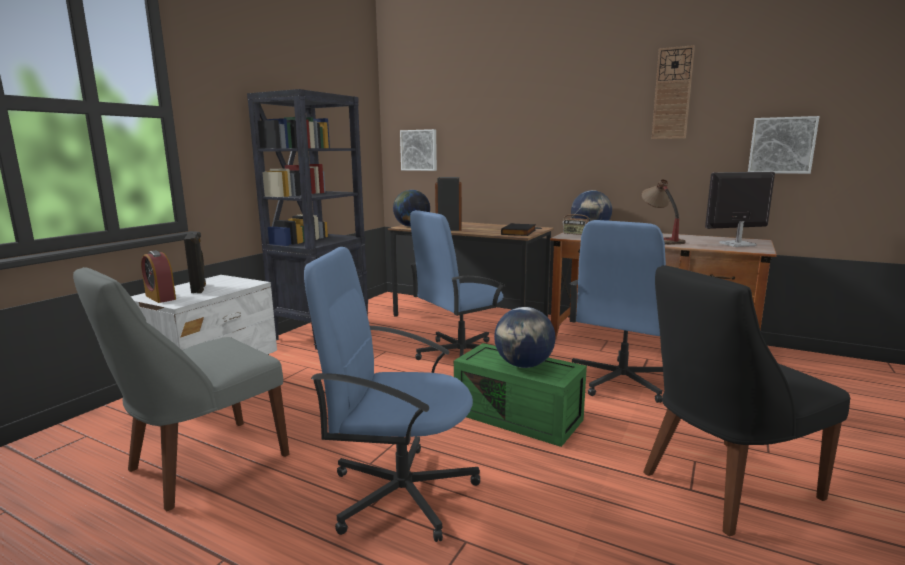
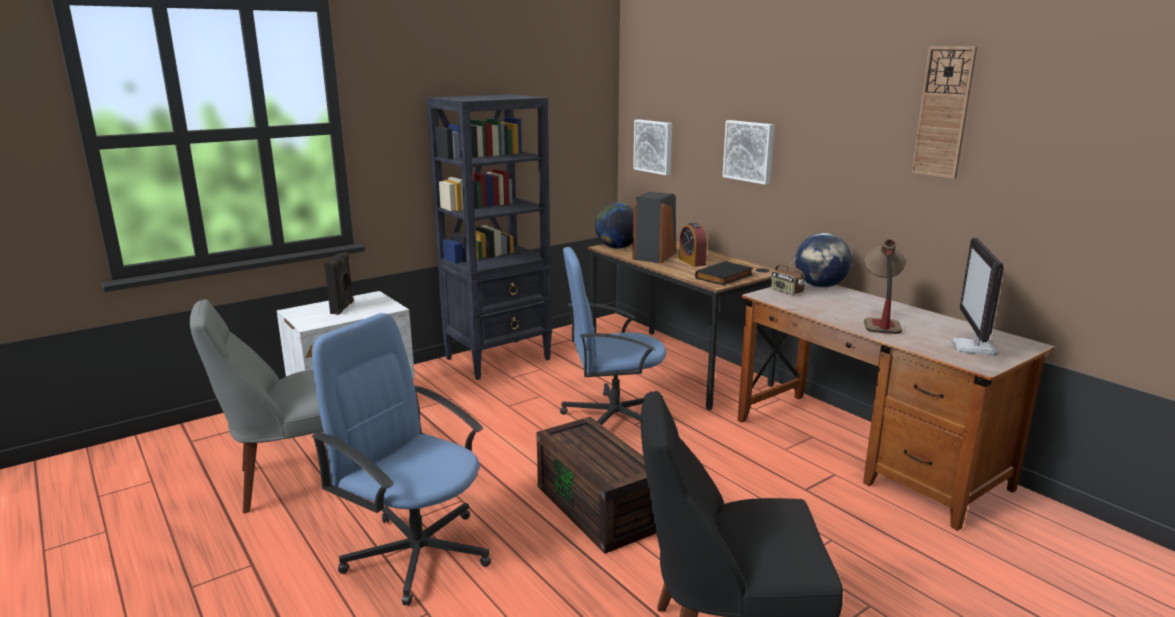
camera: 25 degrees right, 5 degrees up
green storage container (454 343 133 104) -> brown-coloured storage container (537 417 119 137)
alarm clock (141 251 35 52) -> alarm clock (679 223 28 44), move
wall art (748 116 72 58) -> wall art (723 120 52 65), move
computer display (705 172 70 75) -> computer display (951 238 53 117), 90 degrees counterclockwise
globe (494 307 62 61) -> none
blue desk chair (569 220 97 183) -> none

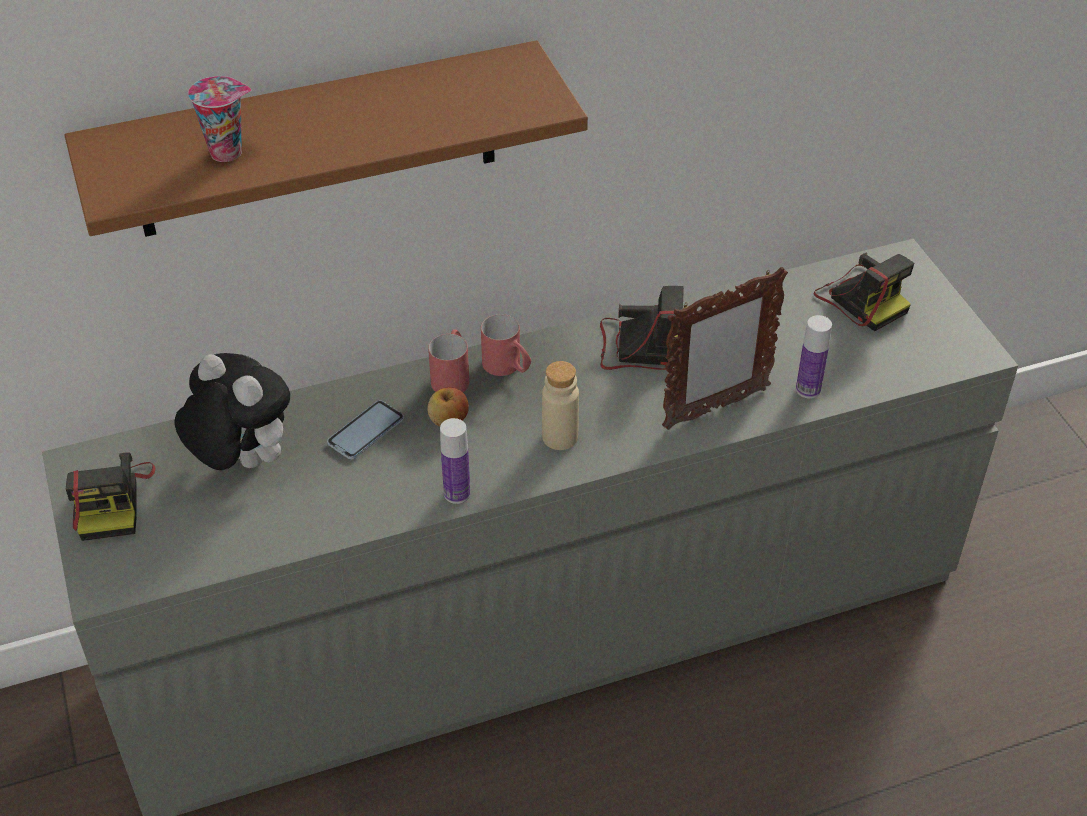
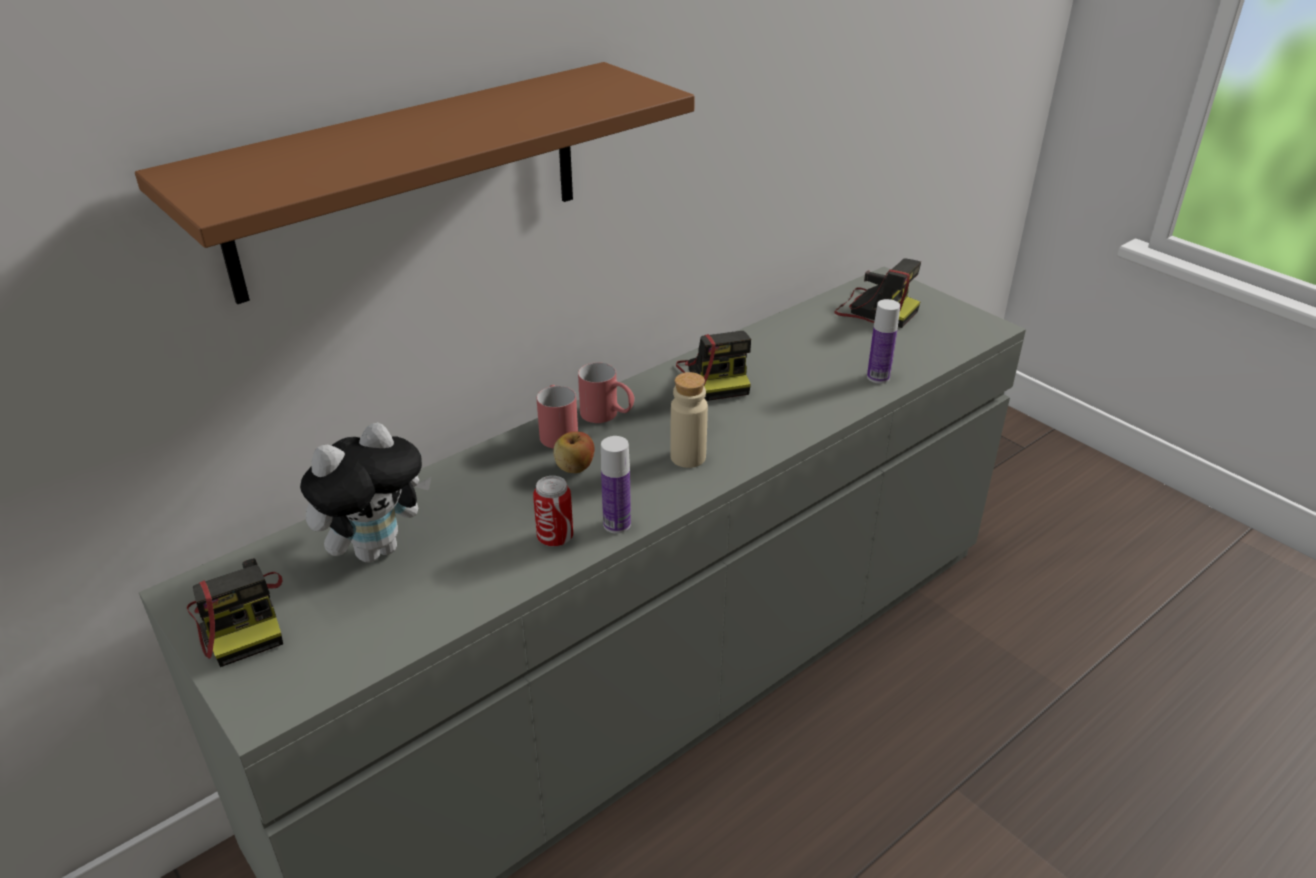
camera: 20 degrees left, 10 degrees down
plush toy (174 353 116 117) -> plush toy (300 422 131 141), 120 degrees clockwise
none -> sealed can (533 476 40 71)
photo camera (600 286 84 84) -> photo camera (676 331 75 70), 90 degrees clockwise
small cup (188 76 63 86) -> none
handset (327 400 77 59) -> none
picture frame (662 267 126 163) -> none

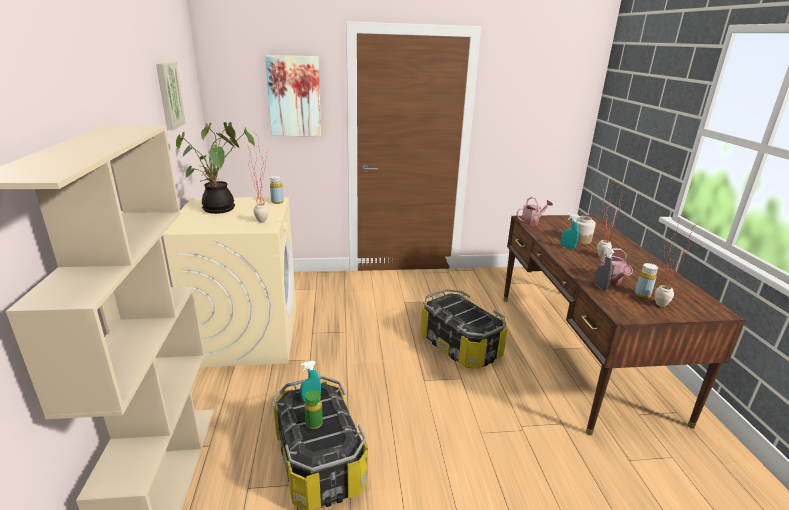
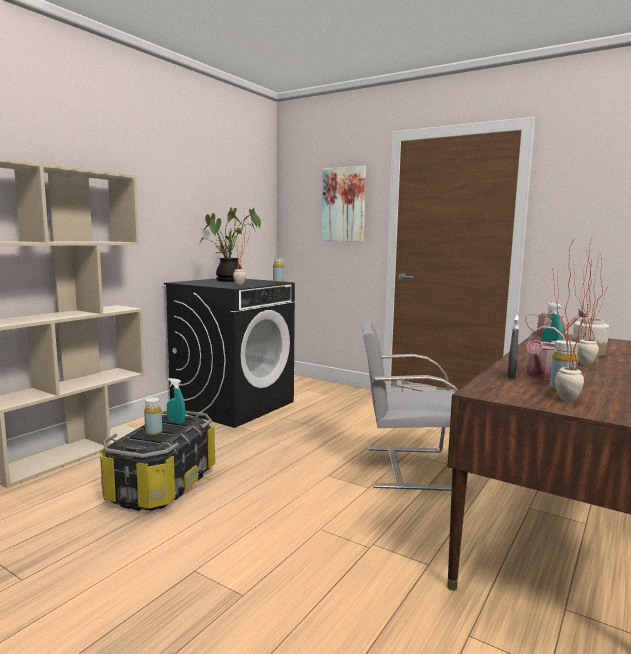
camera: 40 degrees right, 15 degrees down
green bottle (304 390 19 39) -> yellow bottle (144 397 18 39)
beige-coloured laundry machine (161 197 135 170) -> blackish laundry machine (164 279 131 149)
storage container (421 289 86 80) -> gray chair (361 320 97 171)
wall art (156 62 30 68) -> none

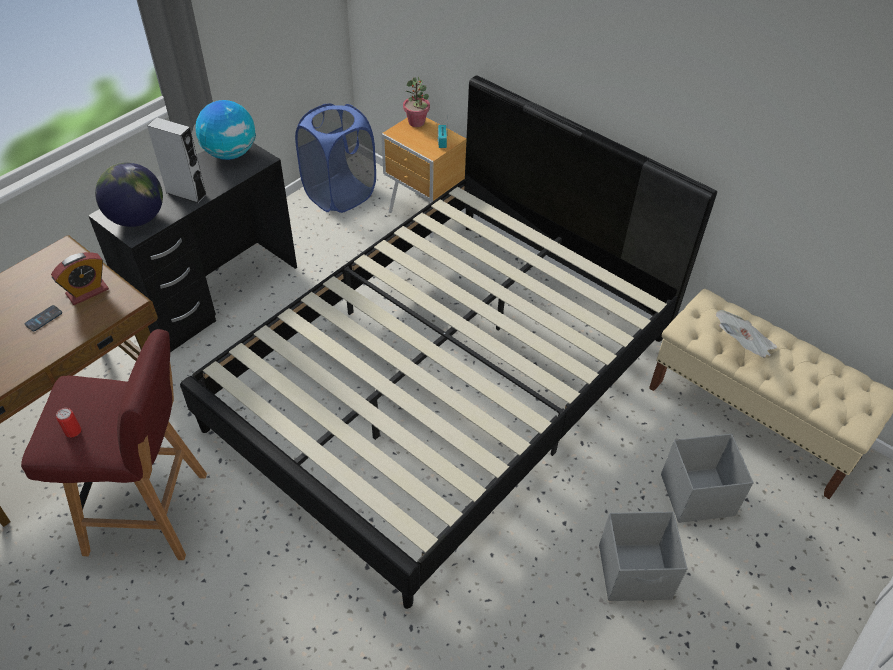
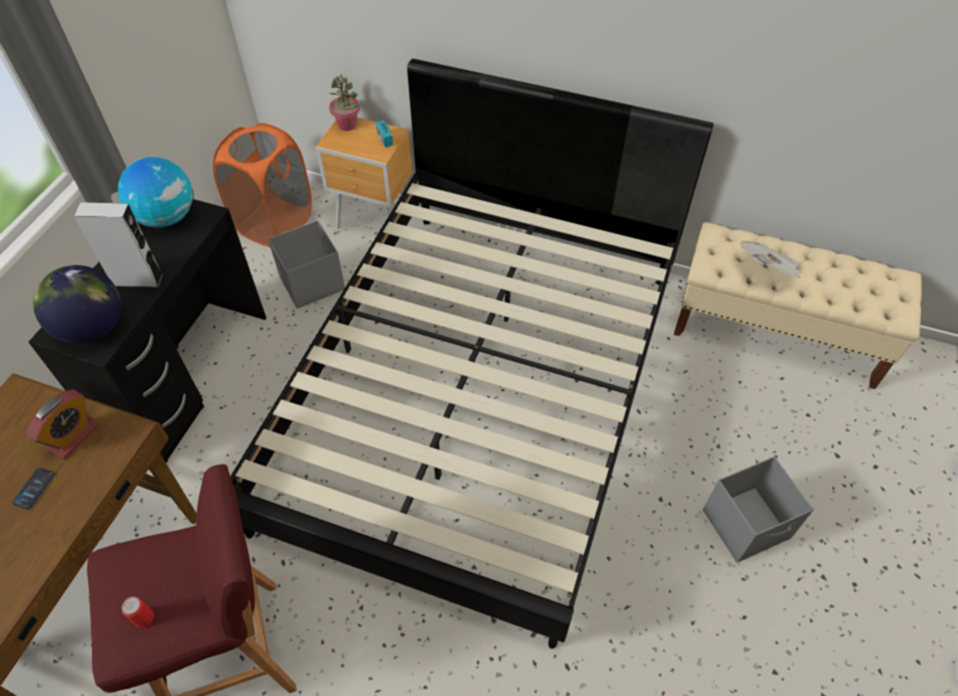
camera: 20 degrees left, 5 degrees up
blue laundry basket (295 104 81 109) -> orange laundry basket (213 123 99 124)
gray storage container (661 434 93 89) -> gray storage container (268 220 77 89), move

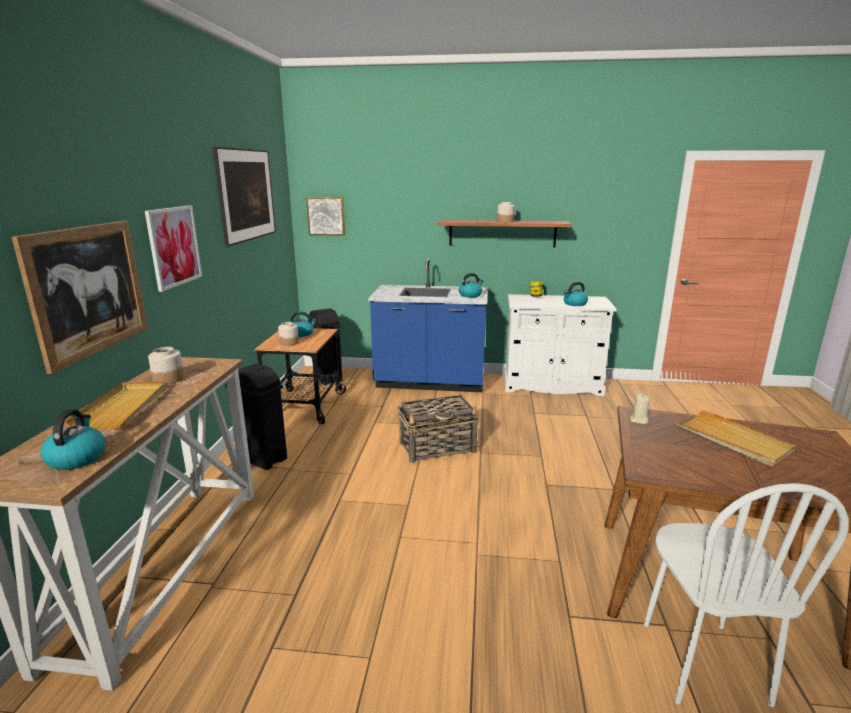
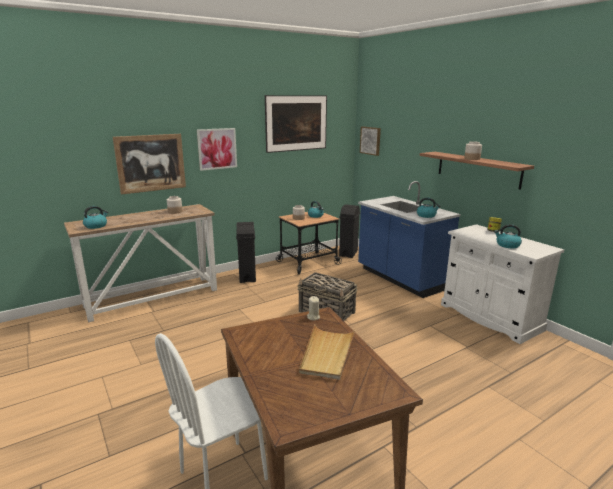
camera: 50 degrees right, 0 degrees up
beige-coloured serving tray (65 382 102 48) -> none

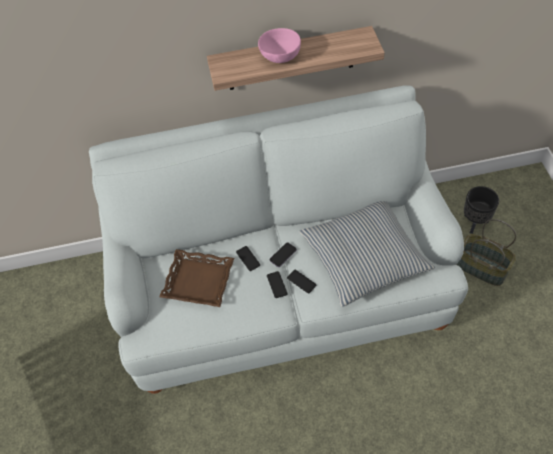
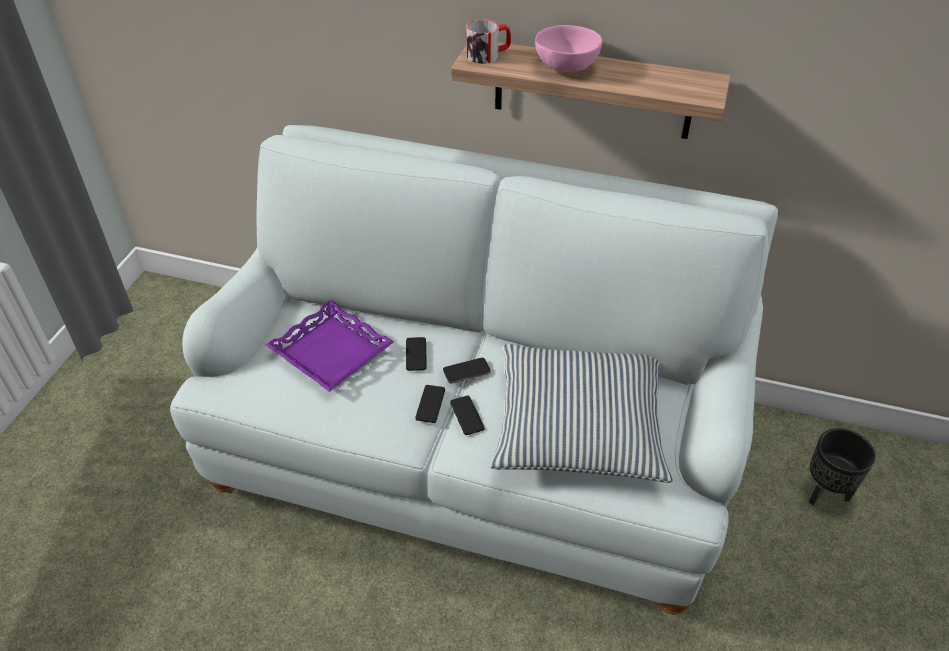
camera: 25 degrees right, 10 degrees down
brown-coloured serving tray (159 249 75 58) -> purplish serving tray (265 300 129 92)
none -> mug (467 19 44 45)
basket (457 219 59 67) -> none

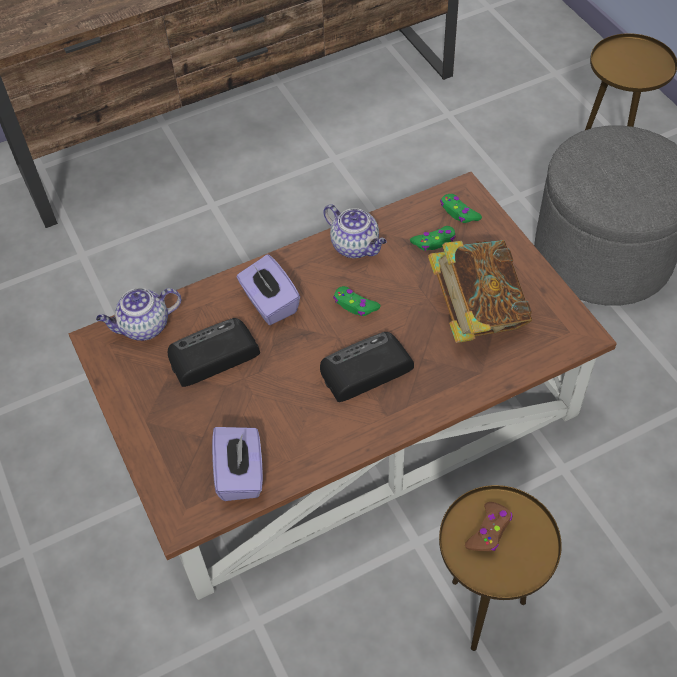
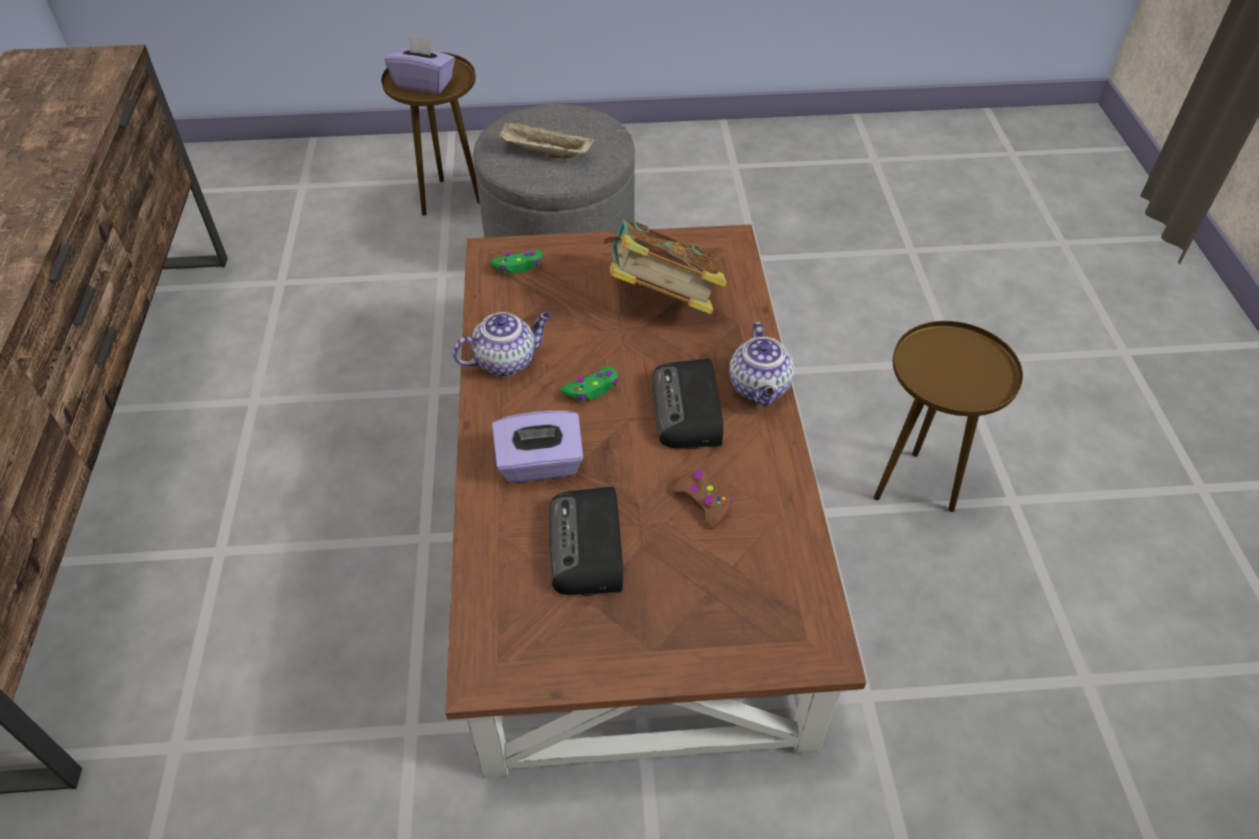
camera: 70 degrees left, 5 degrees down
purplish box of tissues (212 427 51 74) -> purplish box of tissues (385 34 70 60), move
none -> beige-coloured serving tray (499 121 95 37)
brown-coloured gamepad (465 502 47 50) -> brown-coloured gamepad (671 469 62 60), move
pot for tea (96 288 85 53) -> pot for tea (729 322 66 85), move
green gamepad (410 226 46 25) -> none

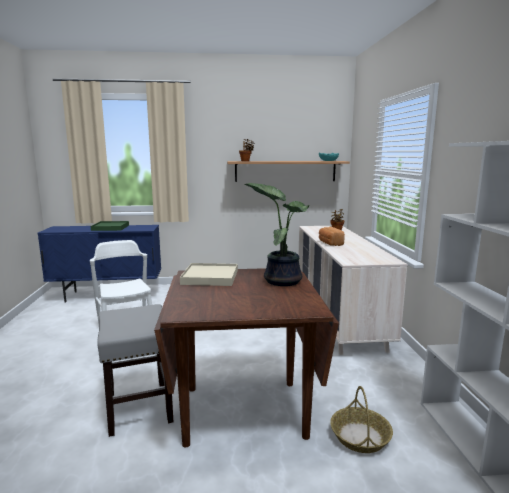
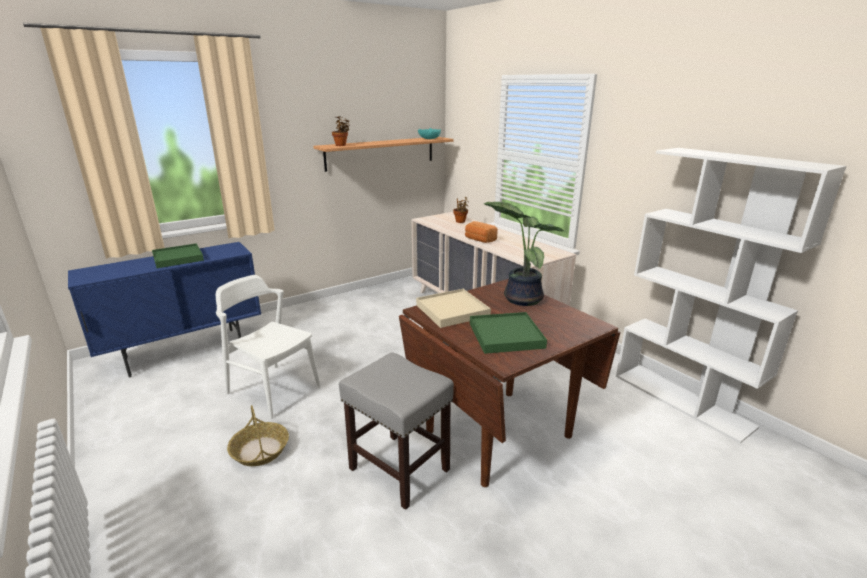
camera: 30 degrees left, 10 degrees up
basket (330 386 63 67) -> basket (227 405 62 61), move
none -> green serving tray (470 312 77 42)

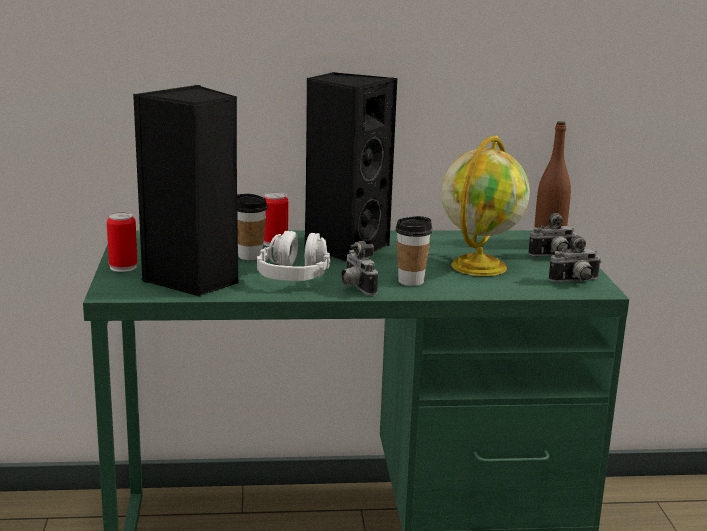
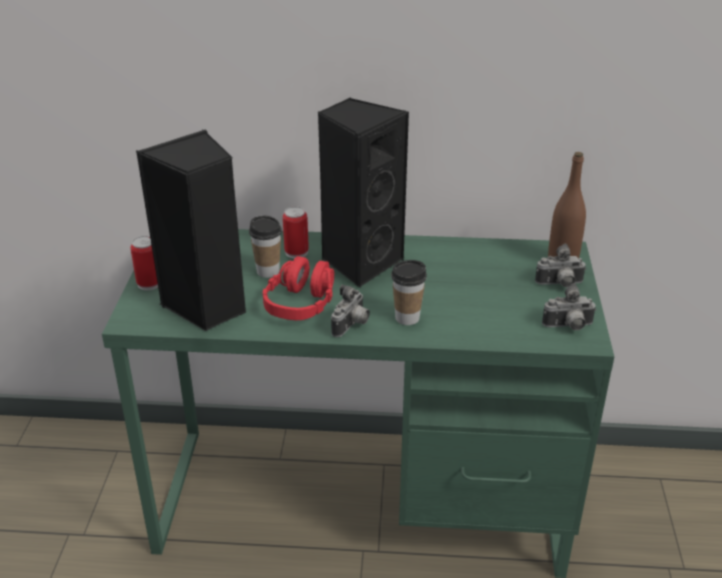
camera: 10 degrees right, 15 degrees up
gray pair of headphones (257 231 73 50) -> red pair of headphones (263 256 71 64)
photo camera (341 241 37 54) -> photo camera (331 285 39 52), 135 degrees counterclockwise
globe (441 135 89 141) -> none

